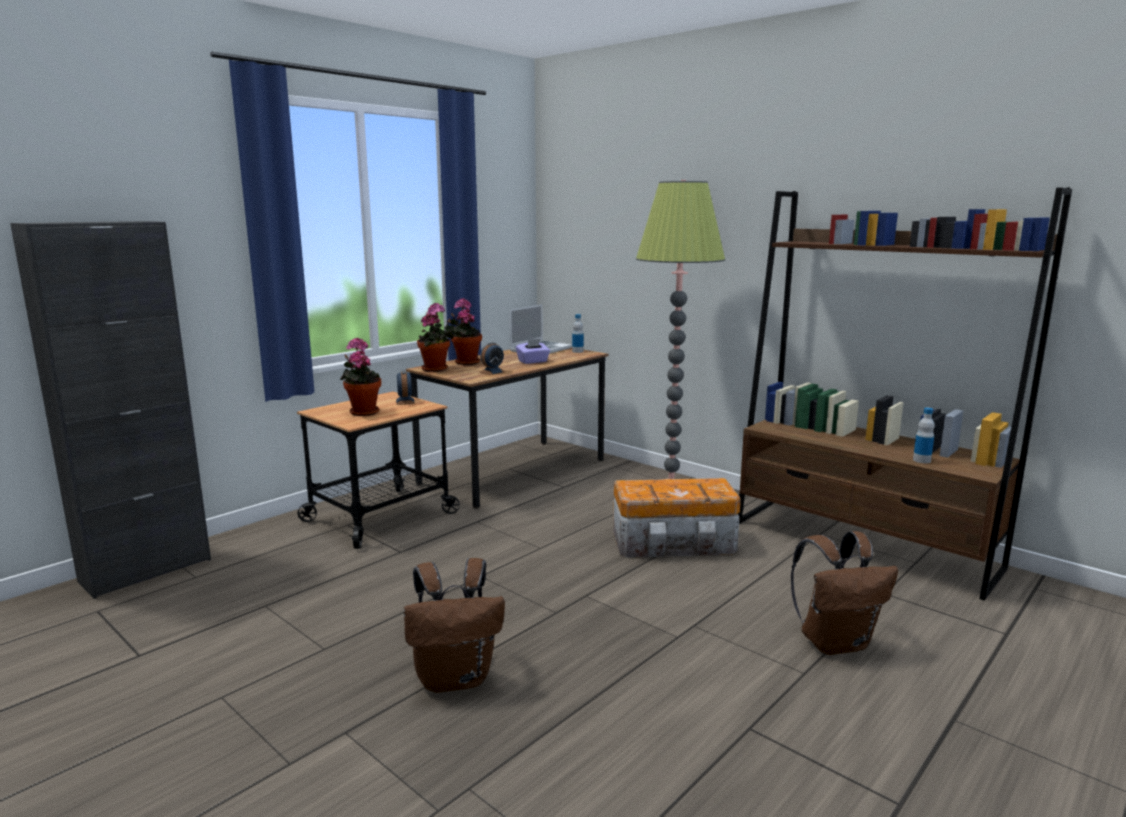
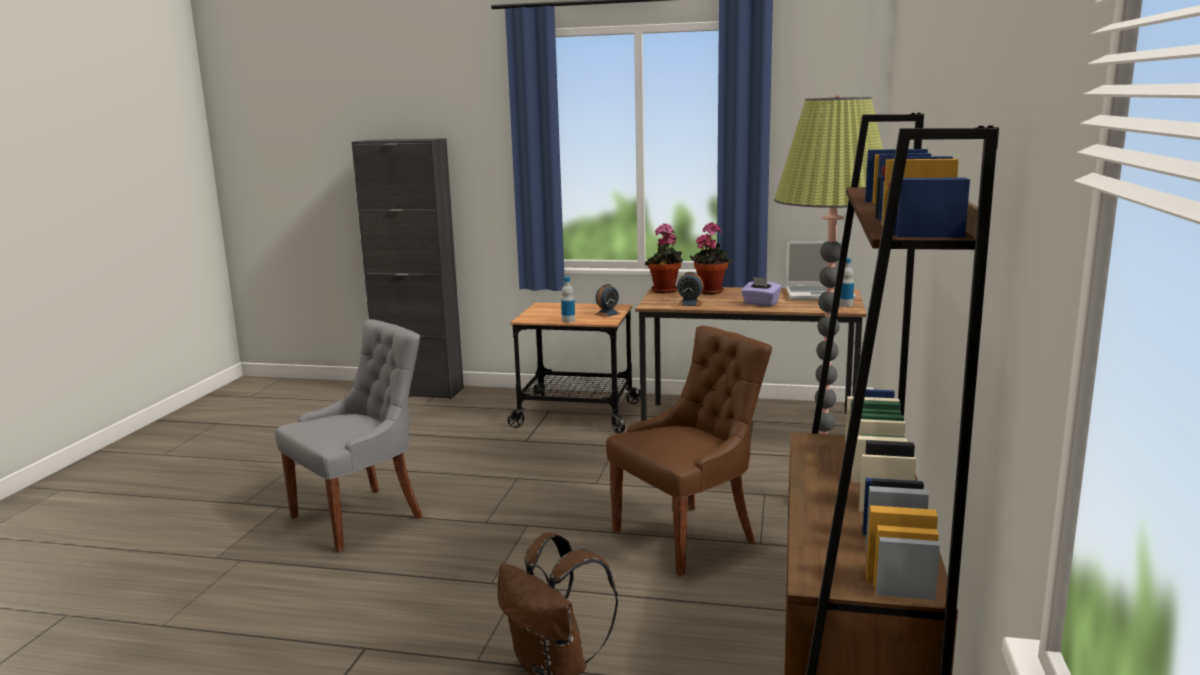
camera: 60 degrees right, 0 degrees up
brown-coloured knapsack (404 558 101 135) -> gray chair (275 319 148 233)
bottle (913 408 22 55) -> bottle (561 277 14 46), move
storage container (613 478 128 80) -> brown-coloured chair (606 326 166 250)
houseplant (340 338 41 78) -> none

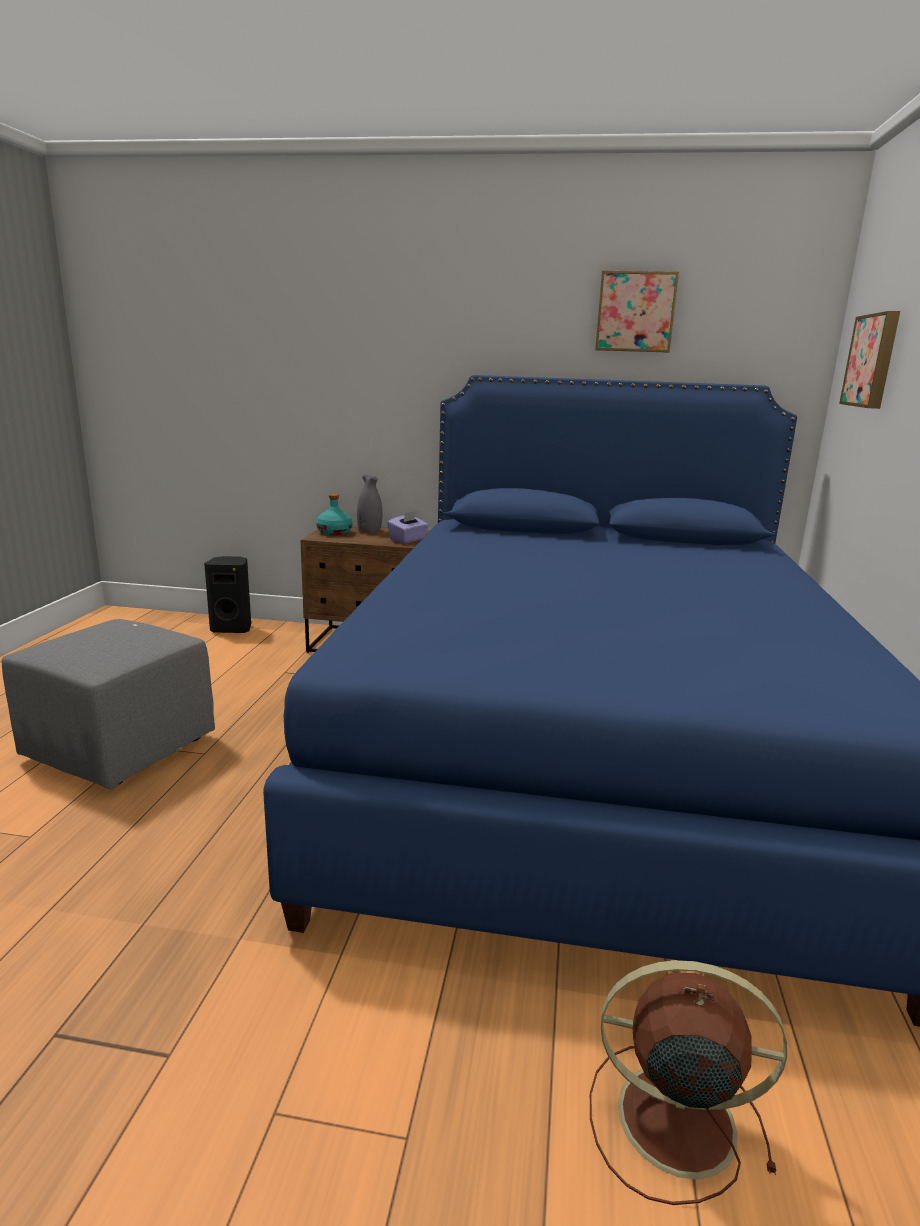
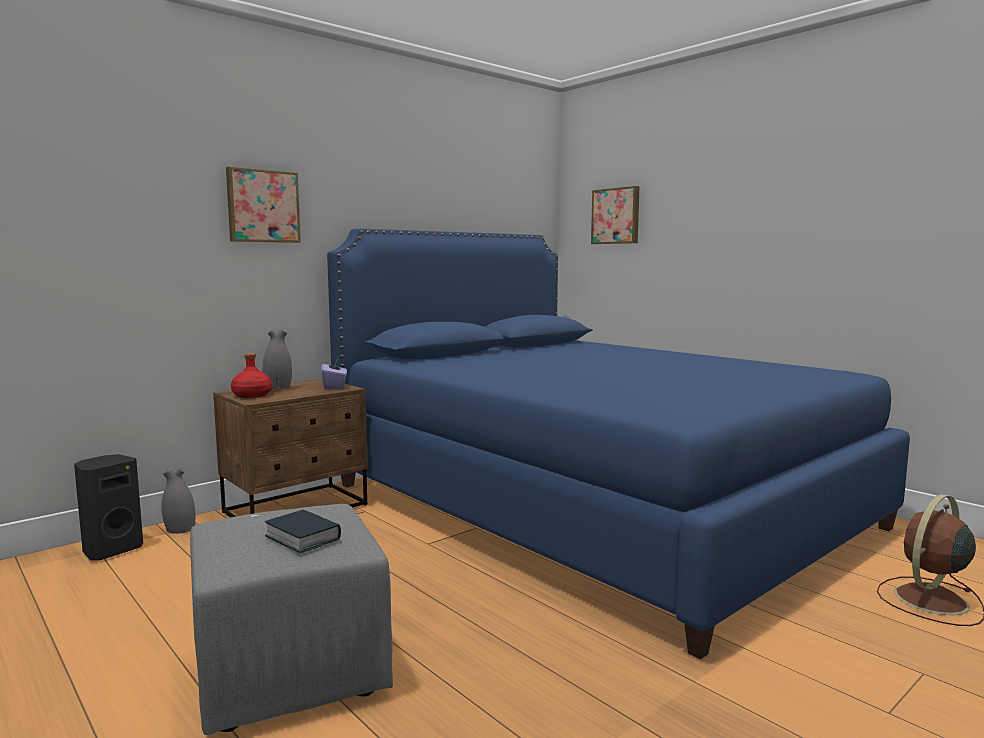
camera: 50 degrees left, 10 degrees down
none -> gray flower vase (161 467 34 67)
wall art (595 270 84 83) -> wall art (226 167 75 76), move
turquoise bottle (316 494 37 41) -> red bottle (231 353 41 45)
none -> bound book (265 510 76 43)

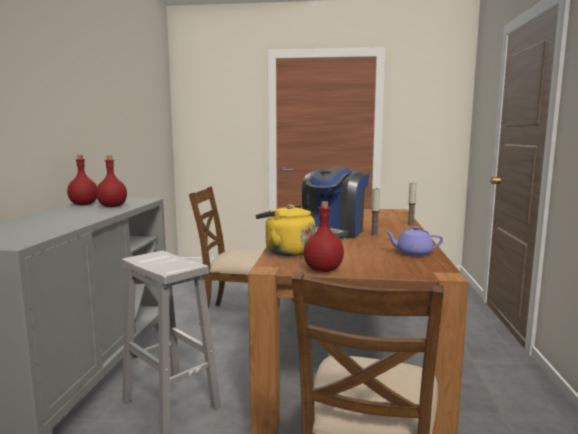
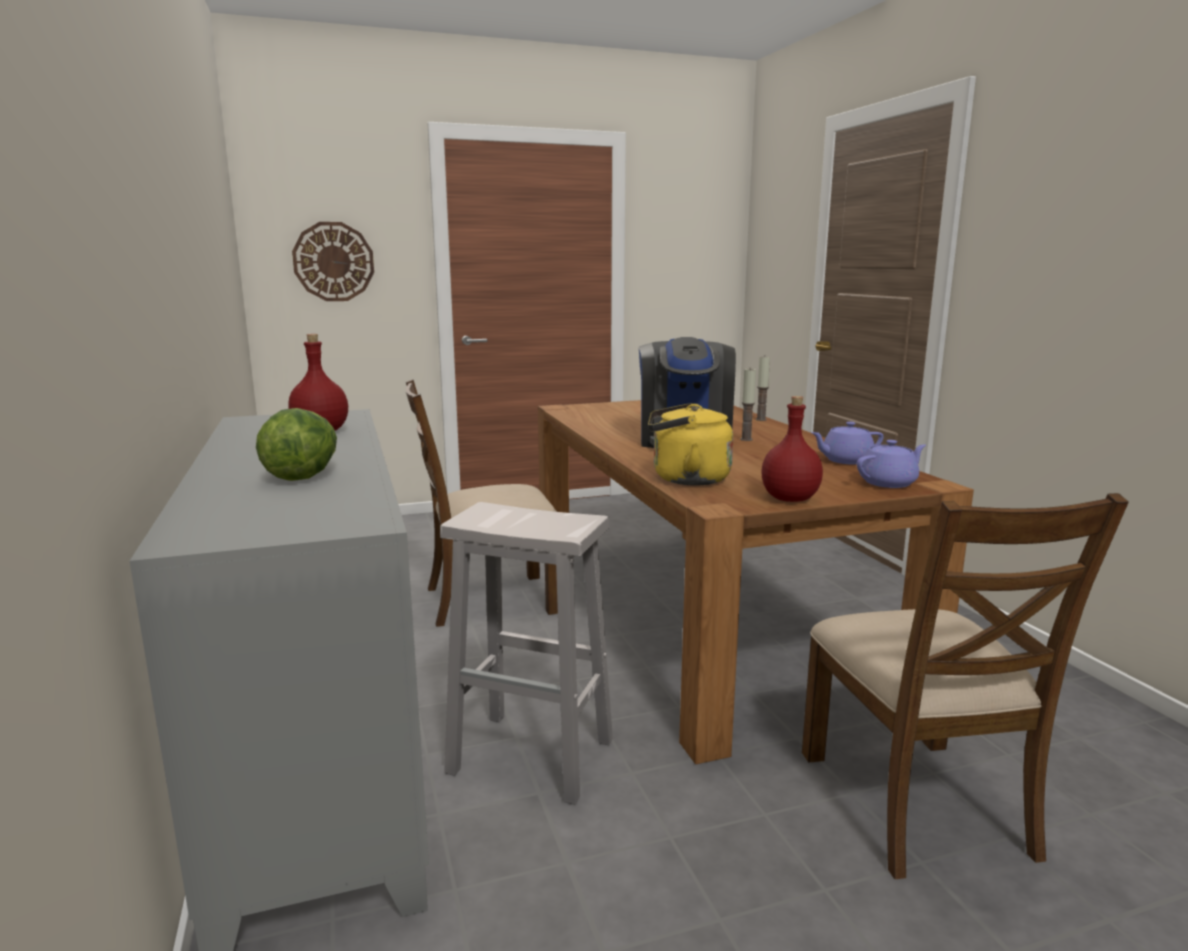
camera: 25 degrees left, 5 degrees up
none -> lettuce (256 408 81 73)
none -> wall clock (292 222 82 79)
none -> purplish pot for tea (857 440 69 48)
red bottle (67 155 30 50) -> none

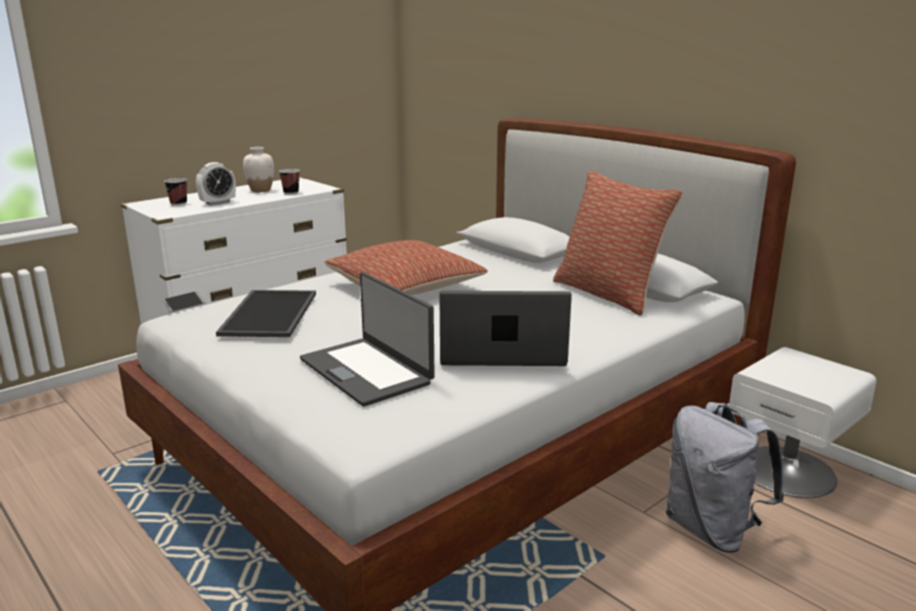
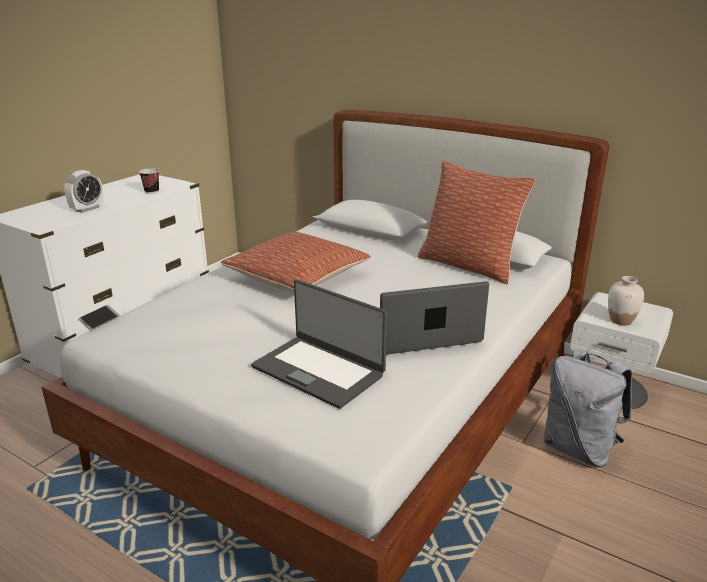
camera: 15 degrees left, 5 degrees up
whitish flower vase (243 147 31 45) -> whitish flower vase (608 276 36 49), move
small cup (164 178 23 28) -> none
serving tray (216 290 100 47) -> none

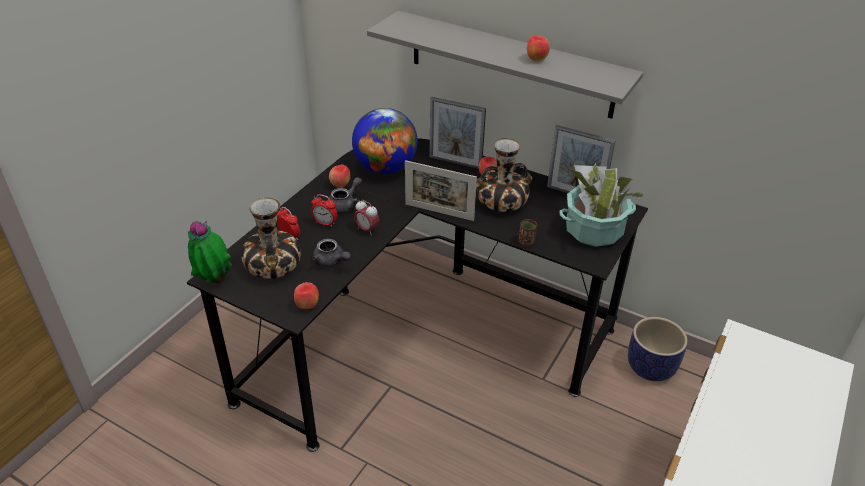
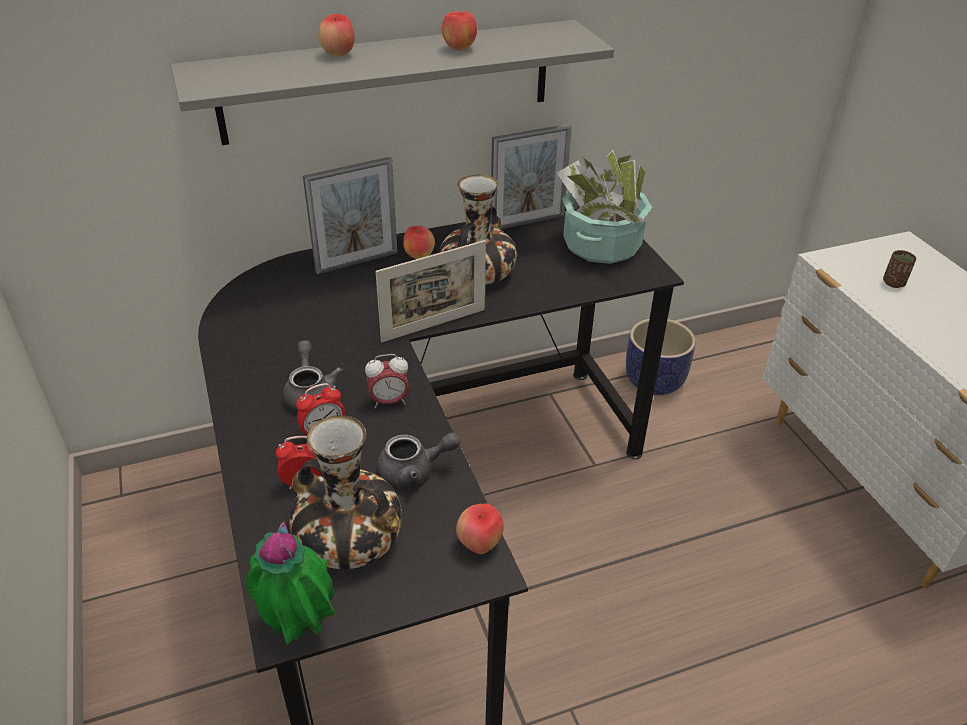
camera: 50 degrees left, 0 degrees up
whole apple (329 165 22 23) -> whole apple (318 14 37 42), move
brown-coloured small cup (519 219 18 28) -> brown-coloured small cup (883 250 33 38), move
globe (352 108 66 66) -> none

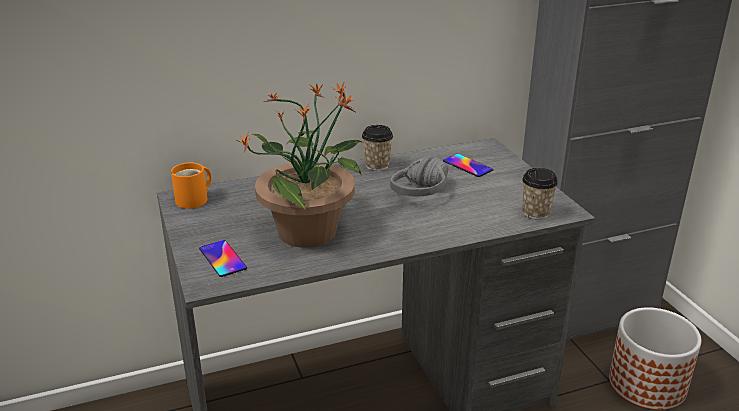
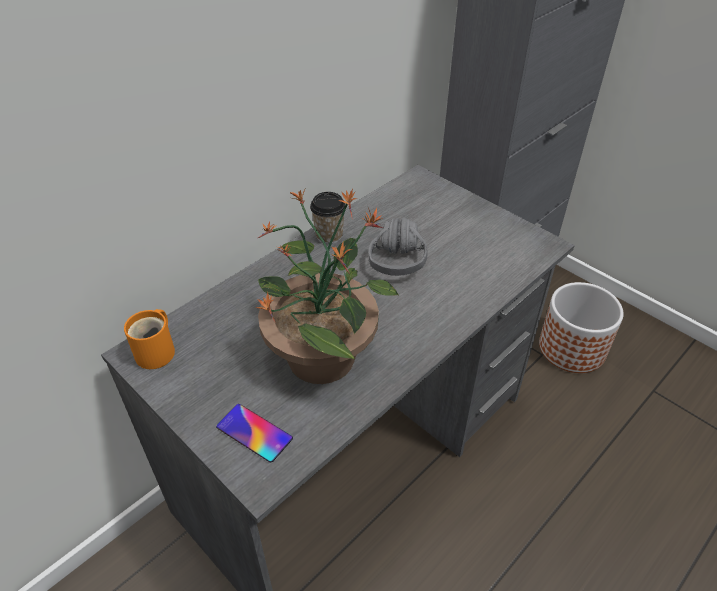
camera: 25 degrees left, 15 degrees up
handset (443 154 50 23) -> none
small cup (522 168 36 52) -> none

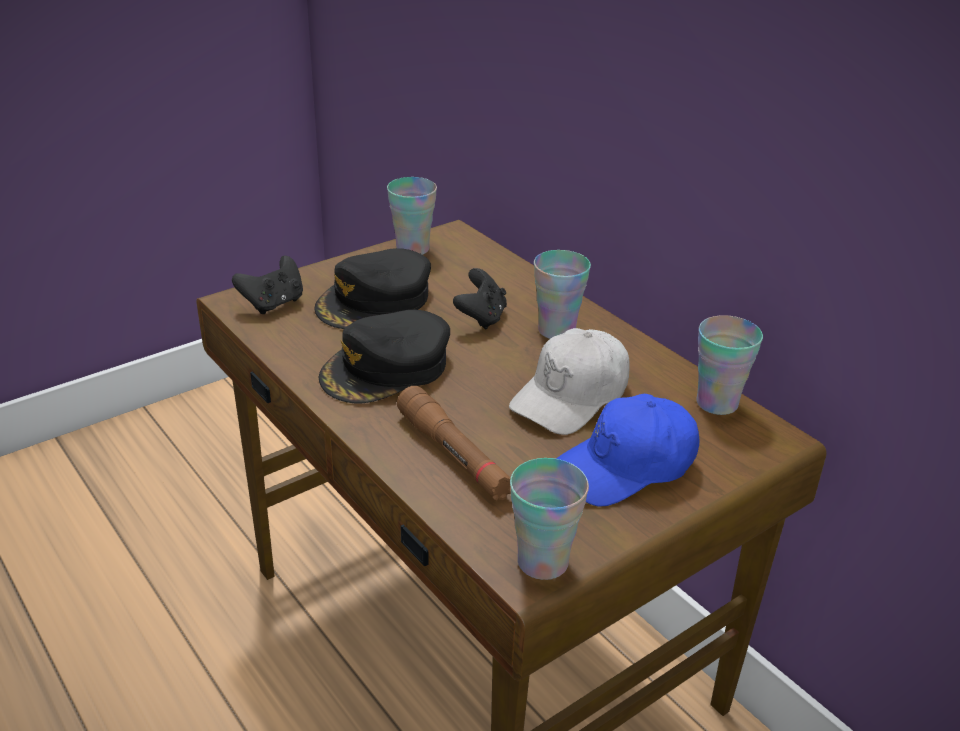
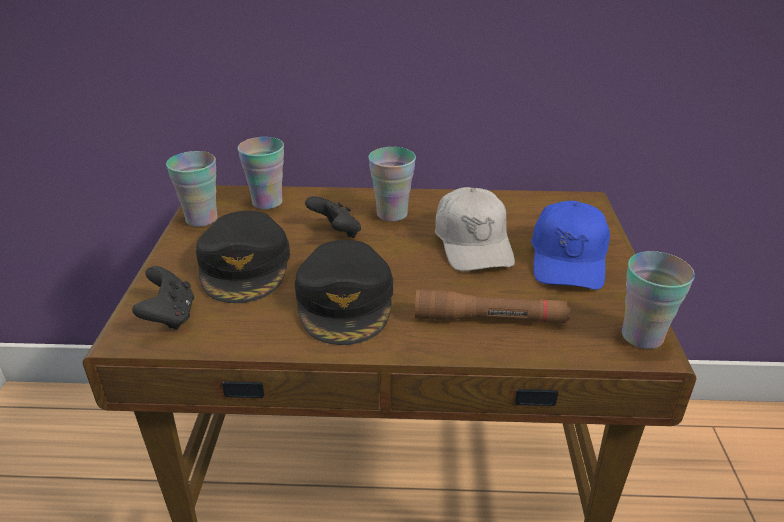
camera: 50 degrees left, 0 degrees up
small cup (696 315 67 100) -> small cup (237 137 47 72), move

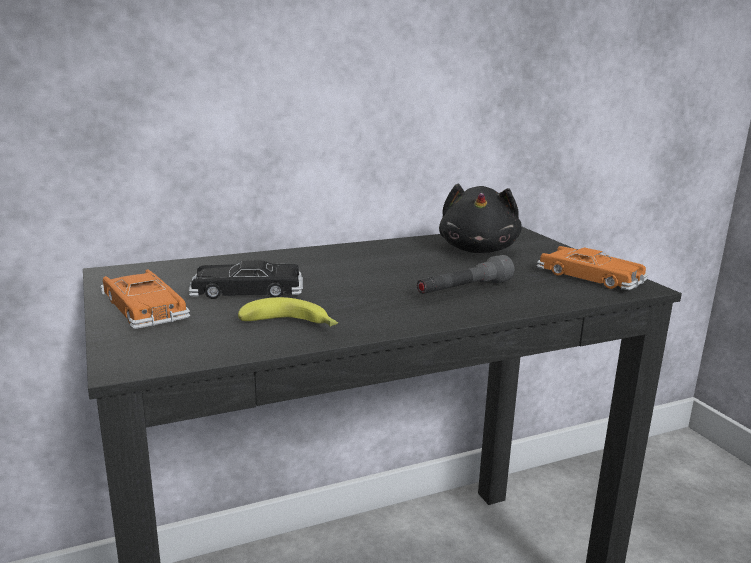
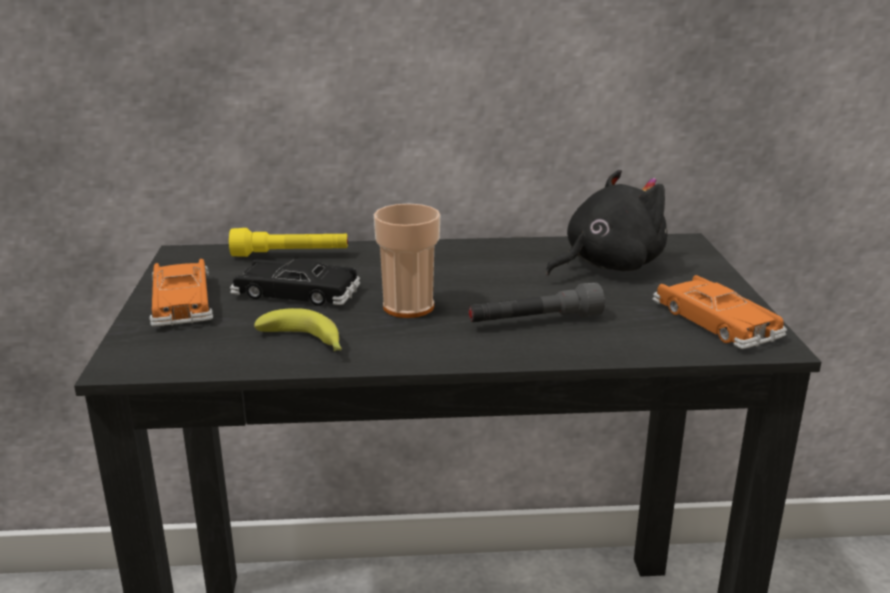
camera: 20 degrees right, 5 degrees up
none -> yellow hand torch (229 228 119 29)
none -> small cup (374 204 66 114)
blackish plush toy (439 184 83 69) -> blackish plush toy (546 170 121 106), 150 degrees counterclockwise

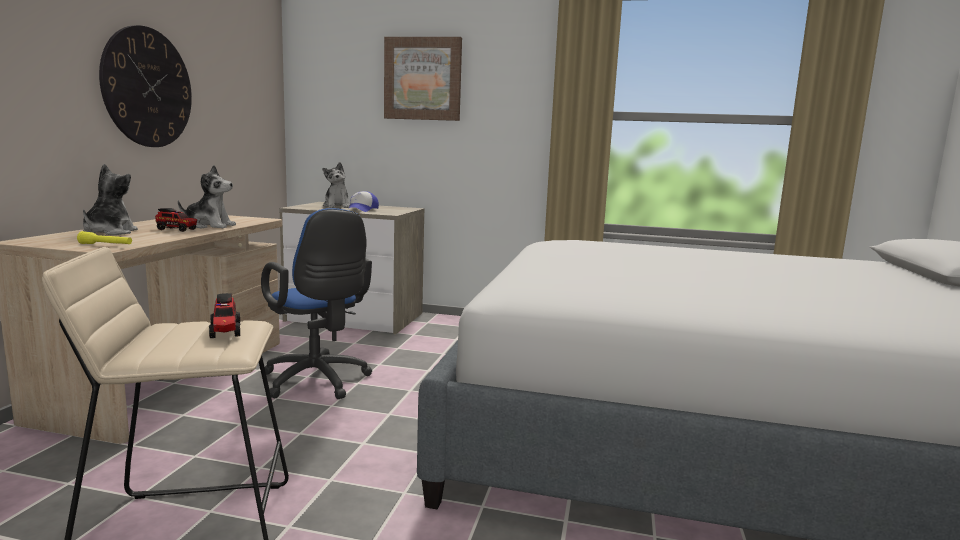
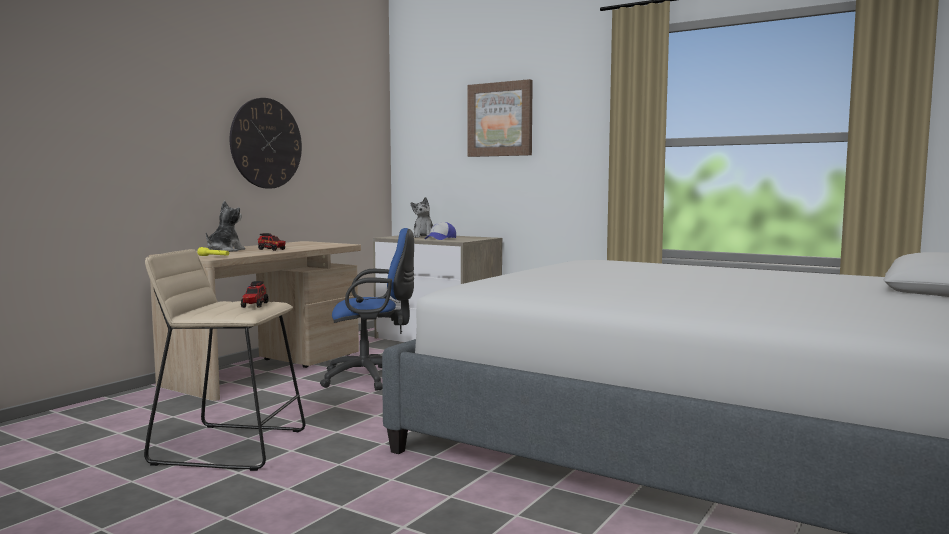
camera: 20 degrees right, 5 degrees down
blue desk chair (261 208 111 191) -> blue desk chair (320 228 94 163), 75 degrees counterclockwise
plush toy (178 165 58 64) -> none

